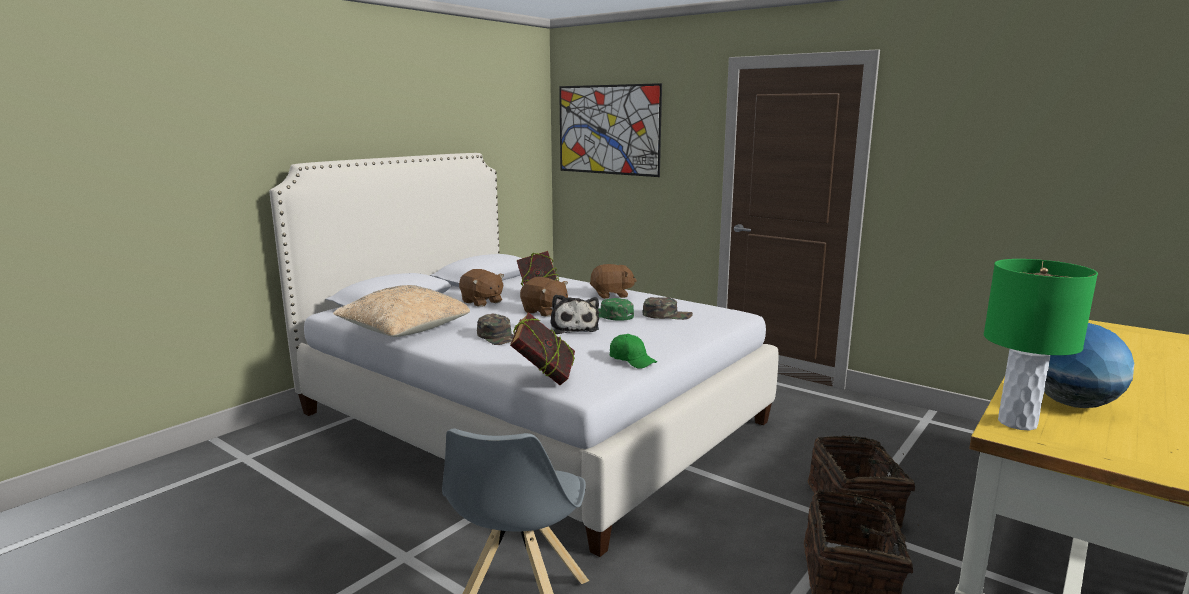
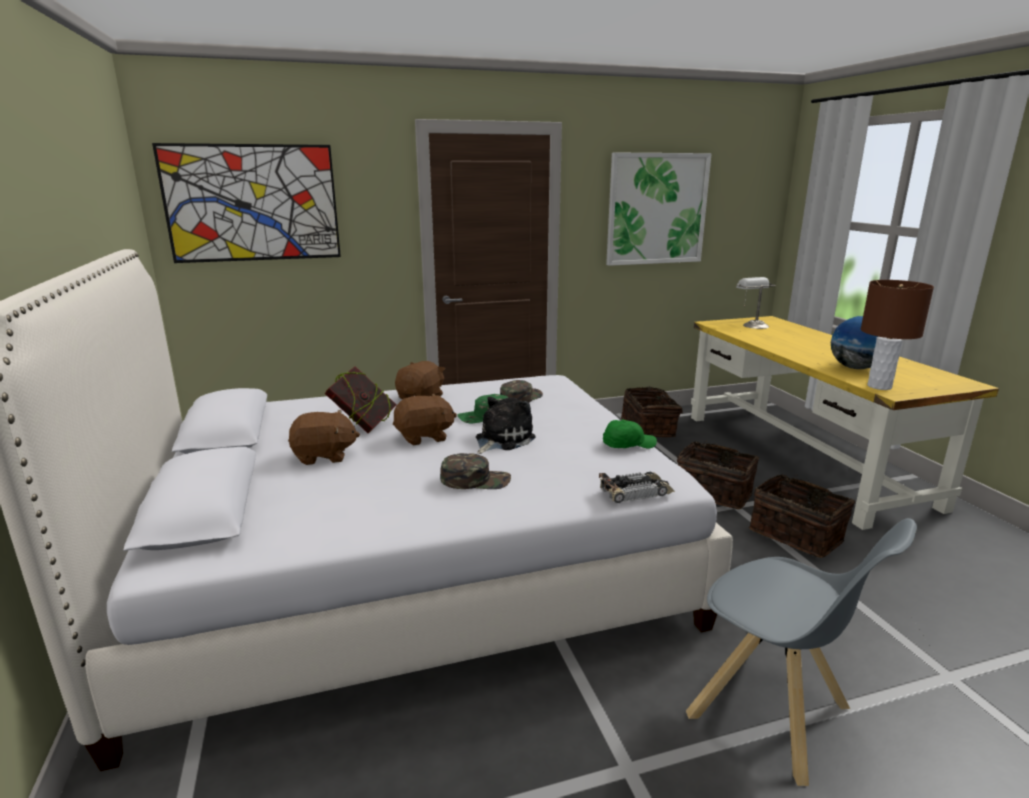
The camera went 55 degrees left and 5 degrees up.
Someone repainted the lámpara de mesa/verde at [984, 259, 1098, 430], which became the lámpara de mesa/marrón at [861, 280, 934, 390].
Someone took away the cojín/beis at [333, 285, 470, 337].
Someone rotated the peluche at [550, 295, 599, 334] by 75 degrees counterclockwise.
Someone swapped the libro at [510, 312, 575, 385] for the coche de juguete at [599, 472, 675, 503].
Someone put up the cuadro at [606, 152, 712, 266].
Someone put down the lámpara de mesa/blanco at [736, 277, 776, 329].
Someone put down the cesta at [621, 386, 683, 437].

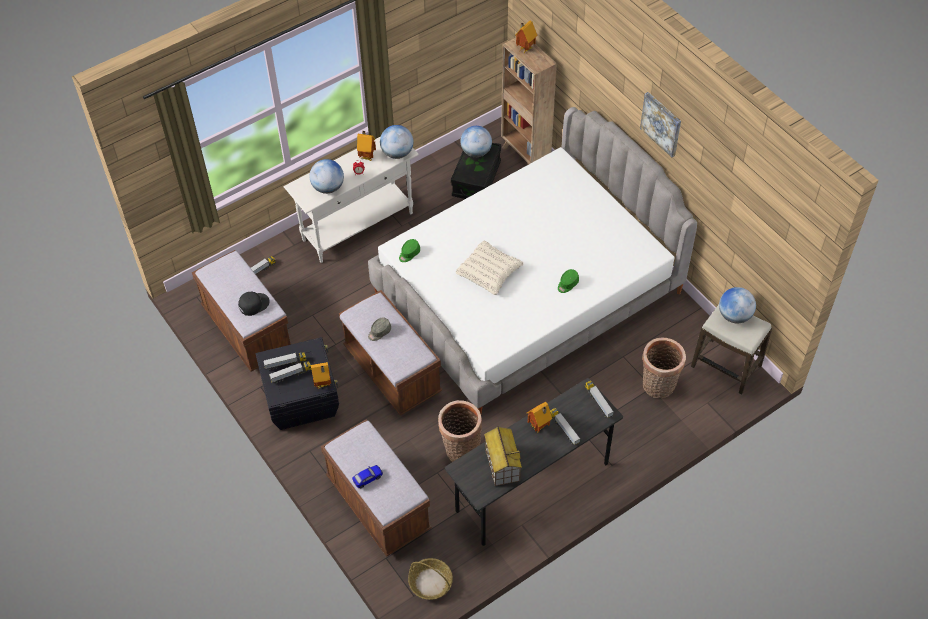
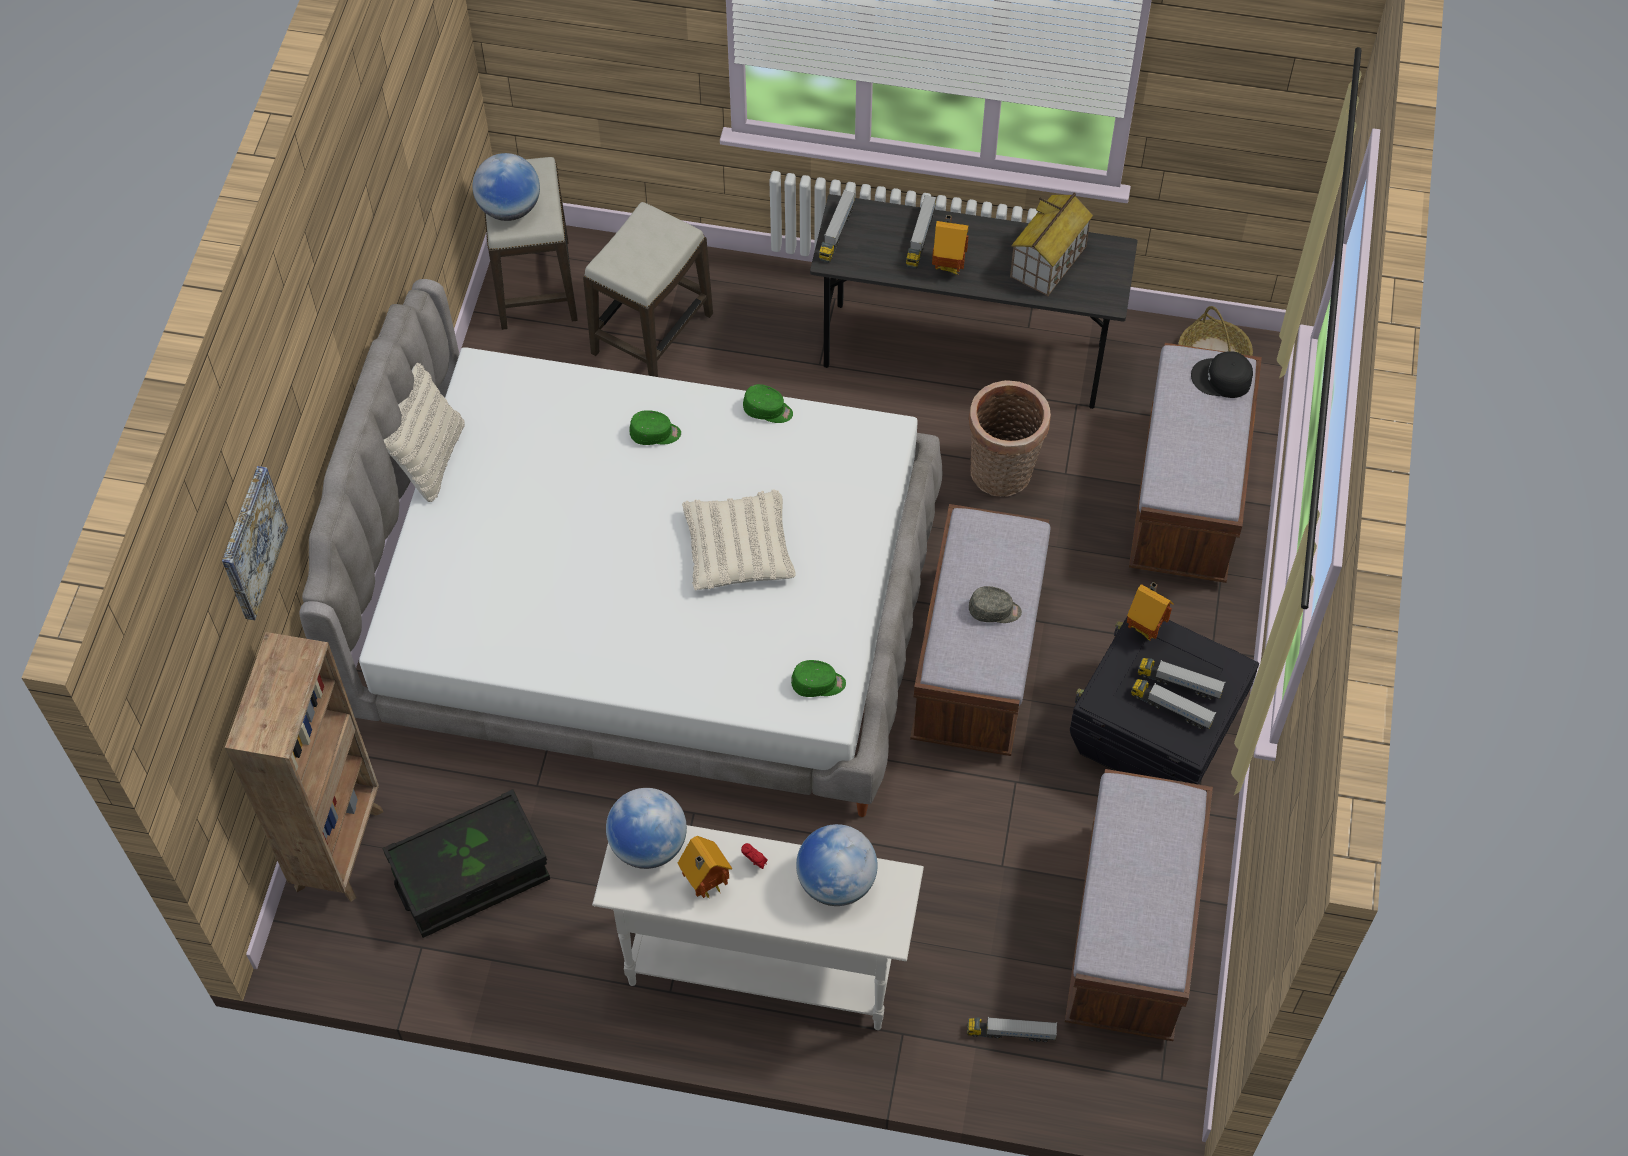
The camera went 135 degrees left and 5 degrees up.
Someone took away the casita at [515, 21, 537, 53].
Someone carried the cuadro from [640, 92, 681, 158] to [222, 466, 288, 620].
Someone took away the globo terráqueo at [460, 126, 492, 157].
Someone carried the gorra/negro from [238, 292, 270, 316] to [1191, 351, 1253, 398].
Someone swapped the cesta at [642, 337, 686, 398] for the taburete at [583, 202, 713, 377].
Someone took away the coche de juguete at [352, 465, 383, 489].
Someone put down the cojín/beis at [384, 363, 465, 502].
Someone put down the gorra/verde at [743, 384, 793, 423].

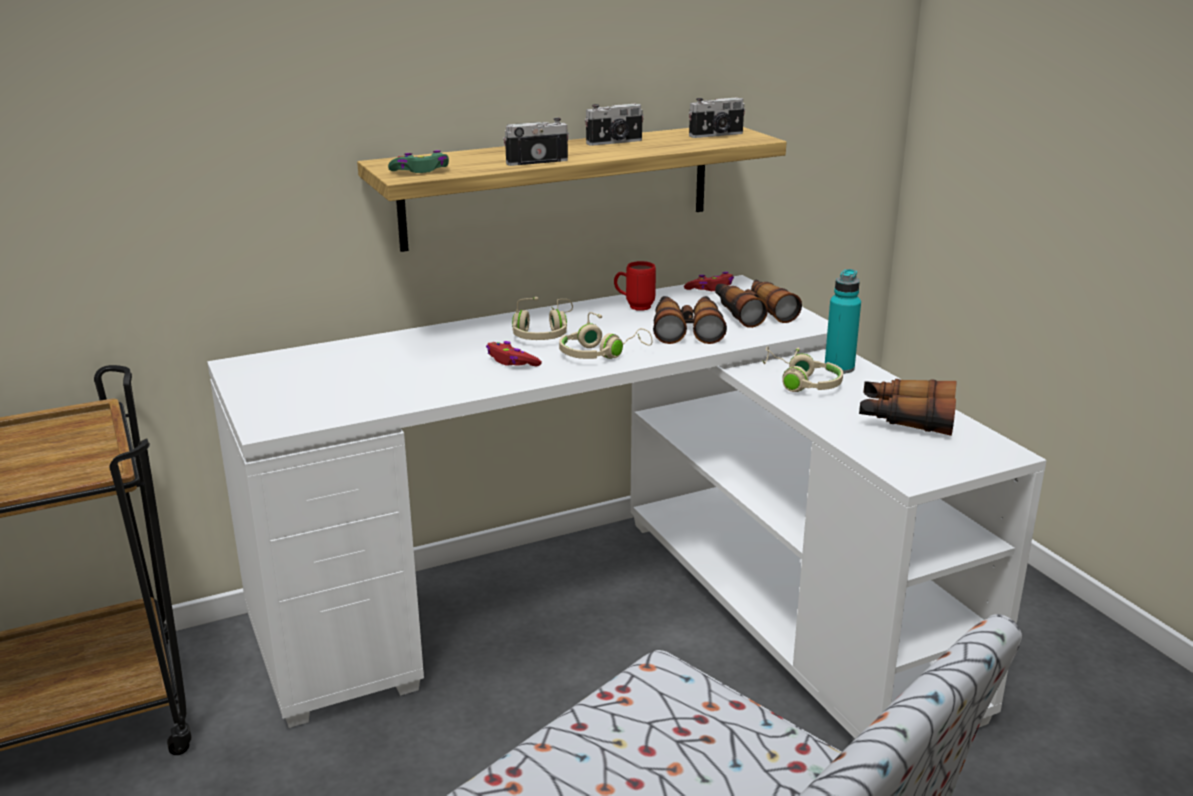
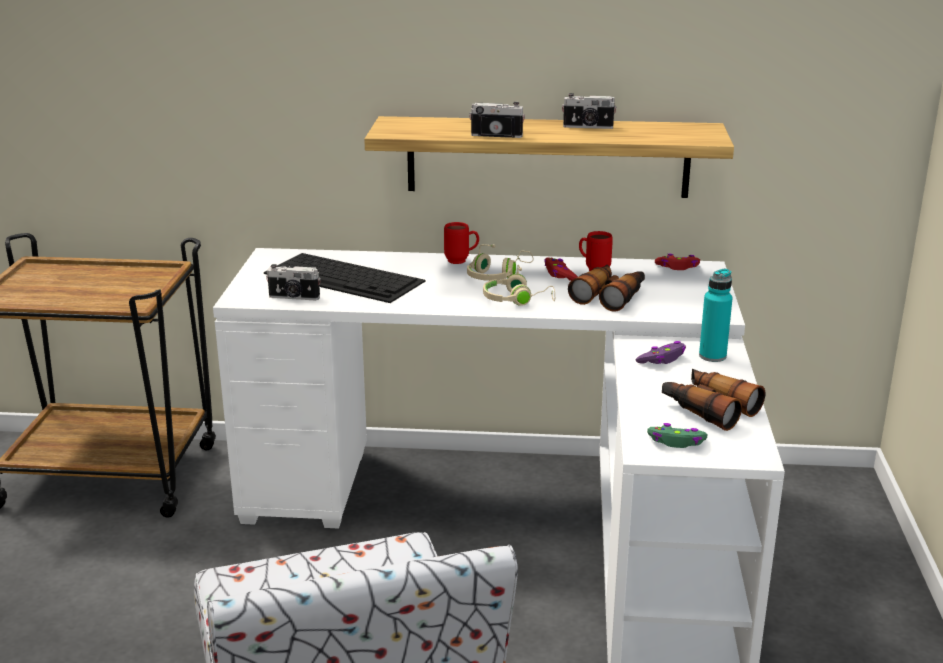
The camera went 30 degrees right and 0 degrees up.
Someone carried the cámara from [689, 97, 745, 138] to [266, 264, 321, 300].
Someone carried the mando de consola/verde from [388, 150, 449, 173] to [647, 423, 708, 448].
Someone took away the prismáticos at [715, 279, 802, 328].
Someone carried the mando de consola/rojo from [486, 341, 542, 366] to [544, 257, 578, 281].
Someone swapped the auriculares/beis at [763, 346, 843, 392] for the mando de consola/morado at [636, 341, 686, 364].
Someone put down the taza grande/rojo at [444, 222, 479, 264].
Someone put down the teclado at [264, 253, 425, 303].

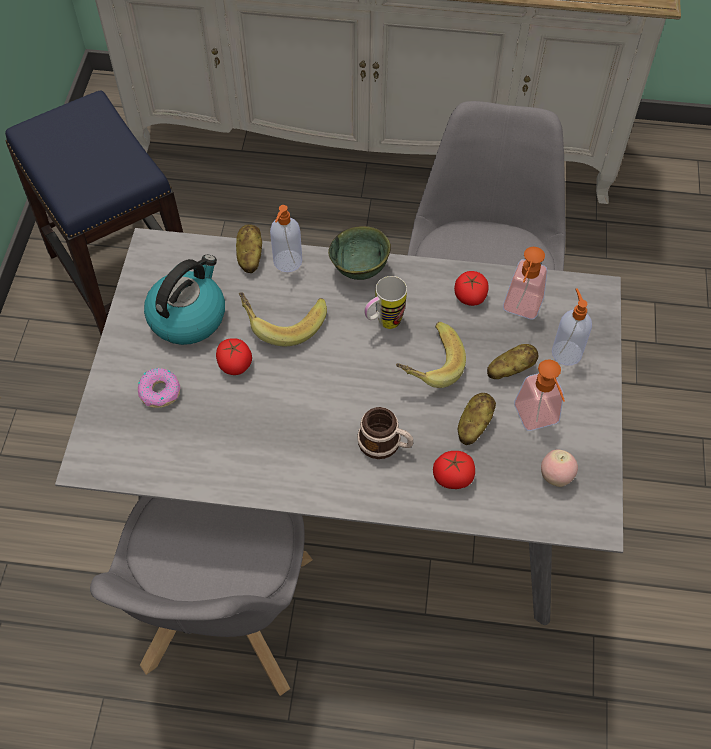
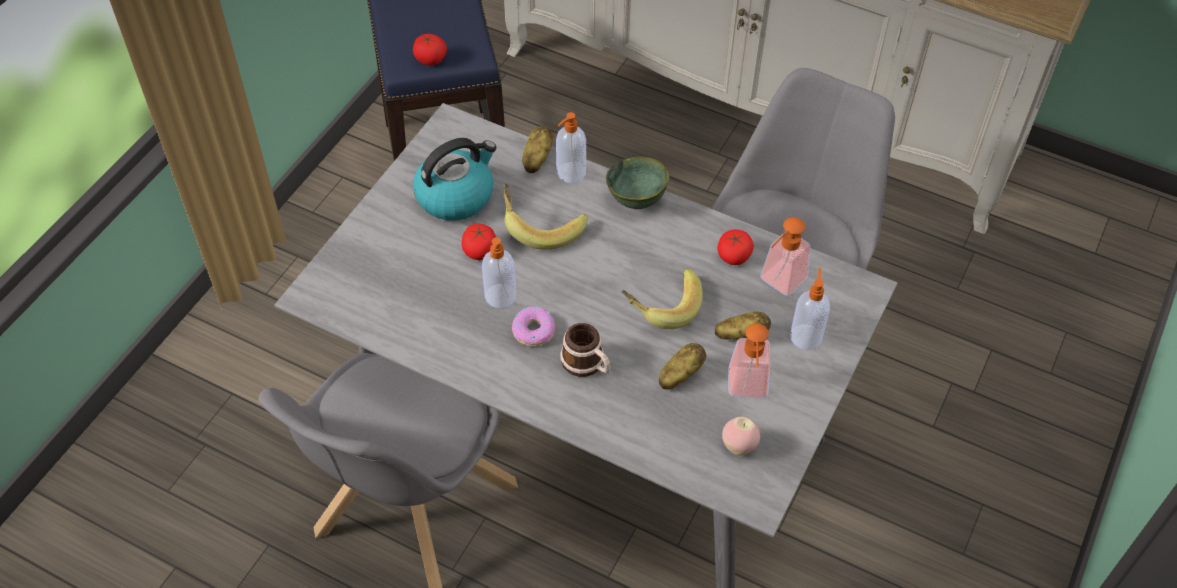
The camera went 20 degrees right and 5 degrees down.
Someone took away the taza grande at [364, 276, 407, 329].
Someone carried the rosquilla from [138, 368, 180, 408] to [512, 306, 555, 346].
Someone carried the tomate from [433, 451, 475, 489] to [413, 34, 447, 65].
Someone put down the dispensador de jabón at [482, 237, 516, 308].

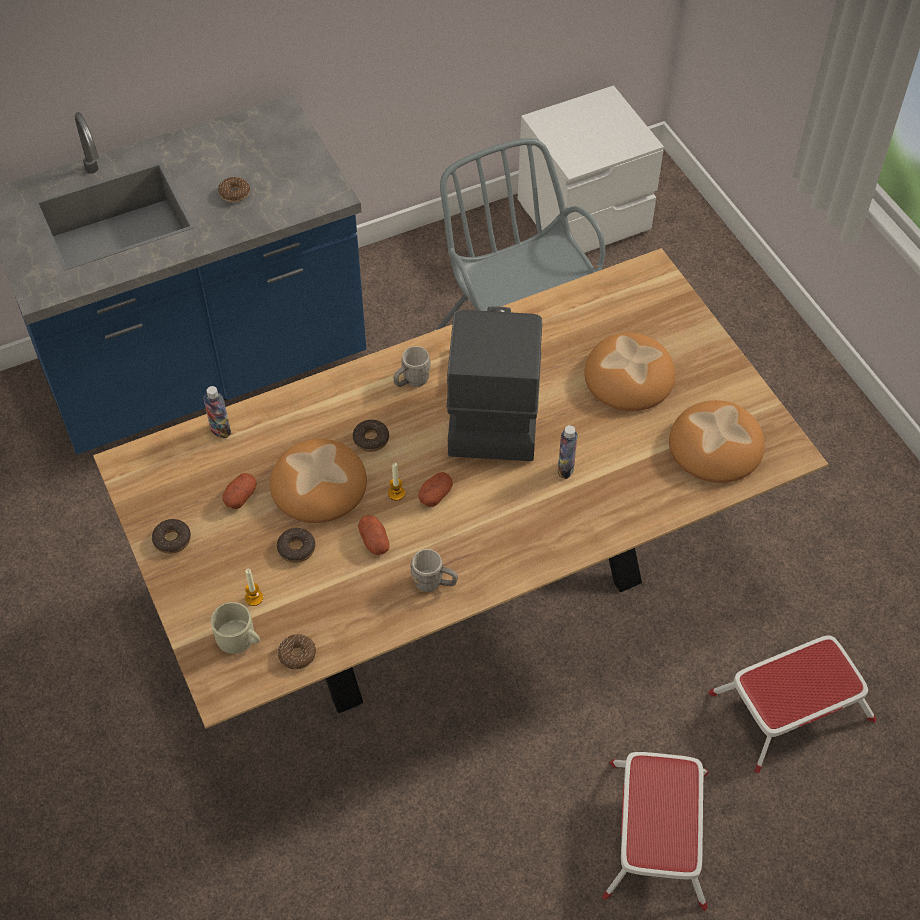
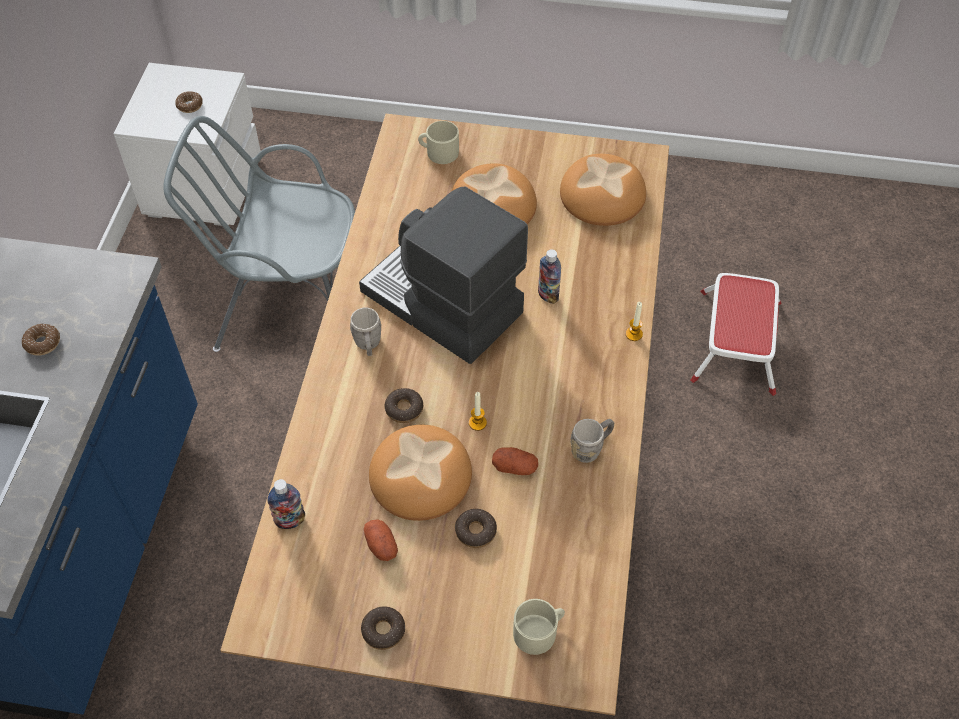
The camera went 55 degrees left and 0 degrees up.
Someone took away the patata at [418, 472, 453, 507].
Someone carried the vela from [245, 568, 263, 606] to [625, 302, 643, 341].
Someone carried the rosquilla from [278, 634, 316, 670] to [175, 91, 203, 113].
Someone took away the escalera de tijera/rojo at [602, 752, 709, 911].
Someone put down the taza grande/beis at [418, 121, 459, 164].

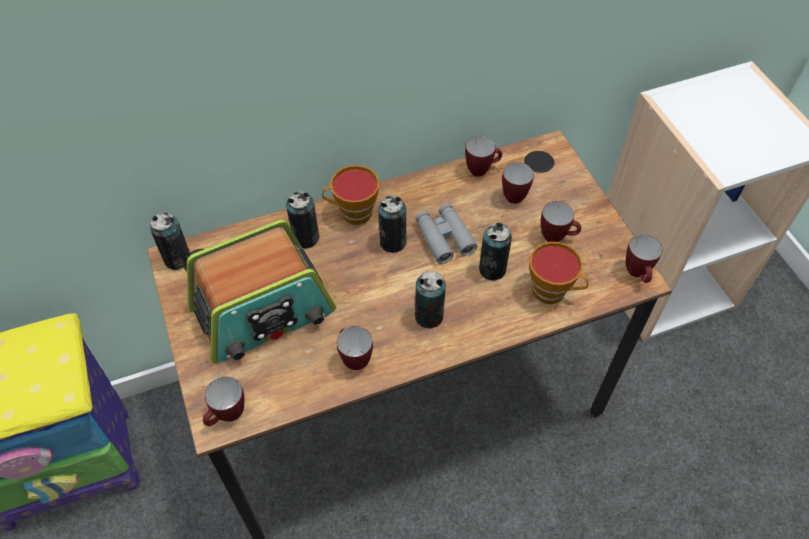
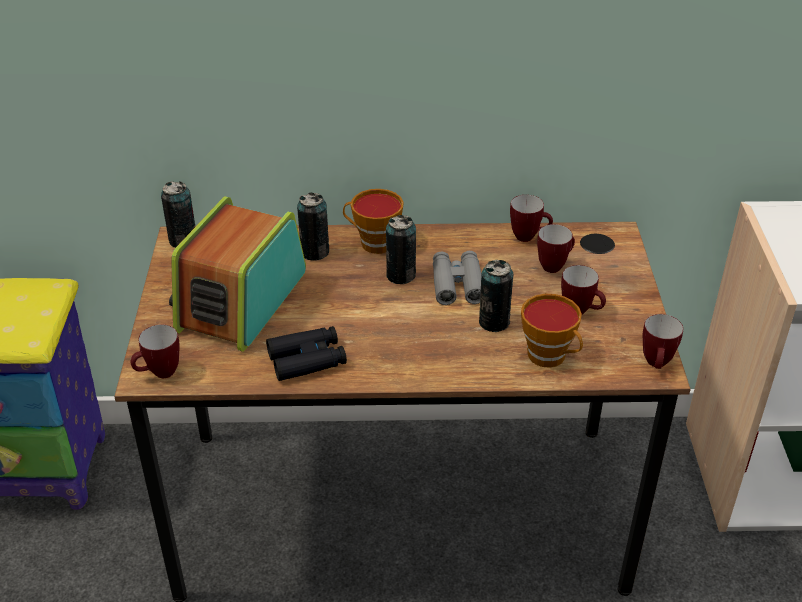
The camera went 20 degrees right and 15 degrees down.
Someone rotated the radio at [187, 220, 336, 364] by 120 degrees clockwise.
Someone took away the lata at [415, 271, 446, 328].
Someone swapped the taza grande at [337, 326, 373, 370] for the prismáticos/negro at [266, 326, 347, 381].

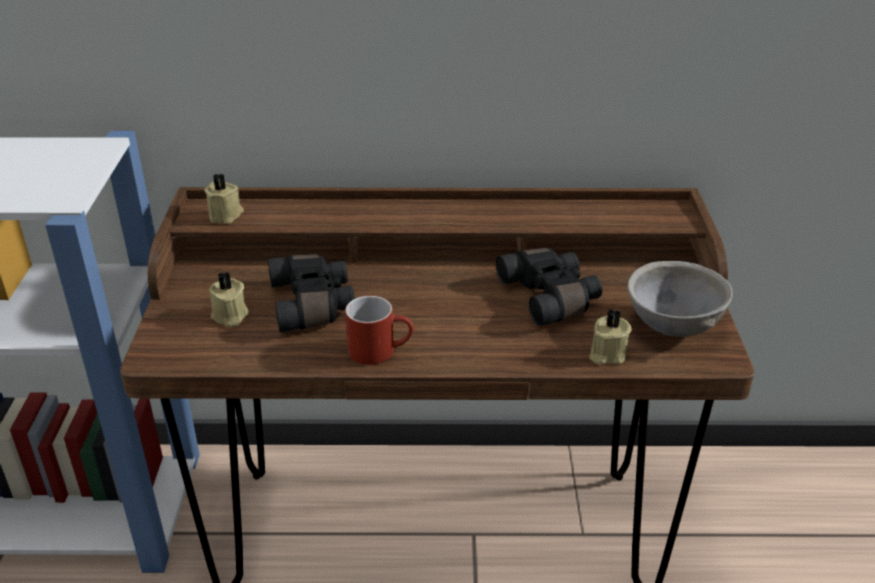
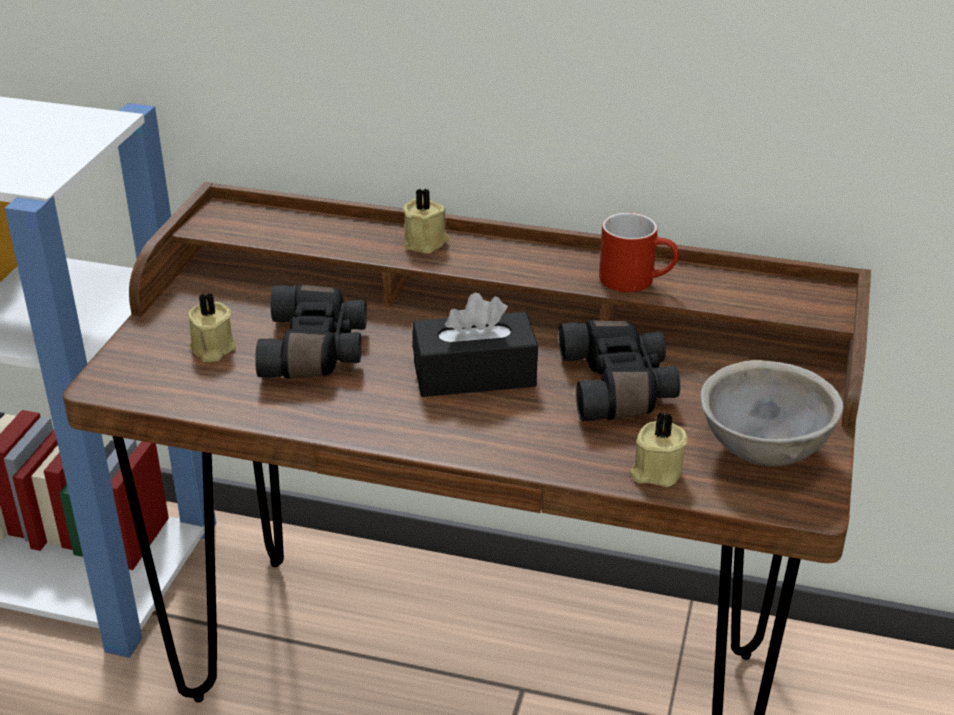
The camera went 15 degrees right and 0 degrees up.
Someone carried the vela/beis from [204, 173, 244, 223] to [403, 188, 449, 253].
Someone carried the taza grande/rojo from [345, 296, 414, 365] to [599, 213, 679, 292].
Someone put down the caja de pañuelos/negro at [412, 292, 538, 397].

